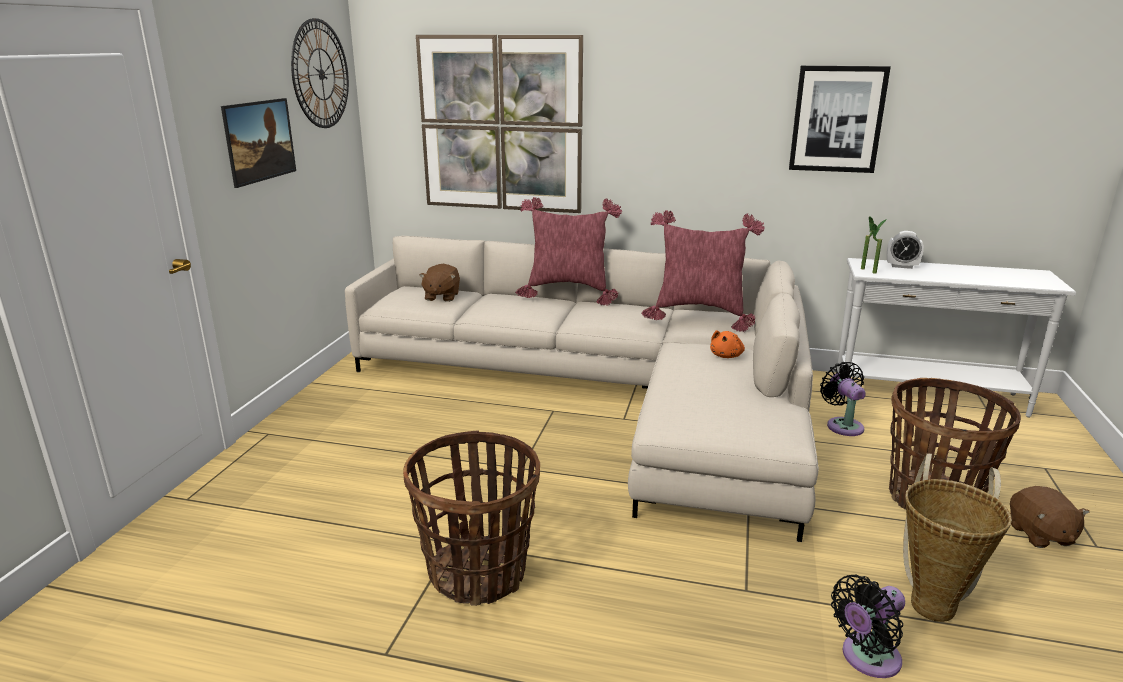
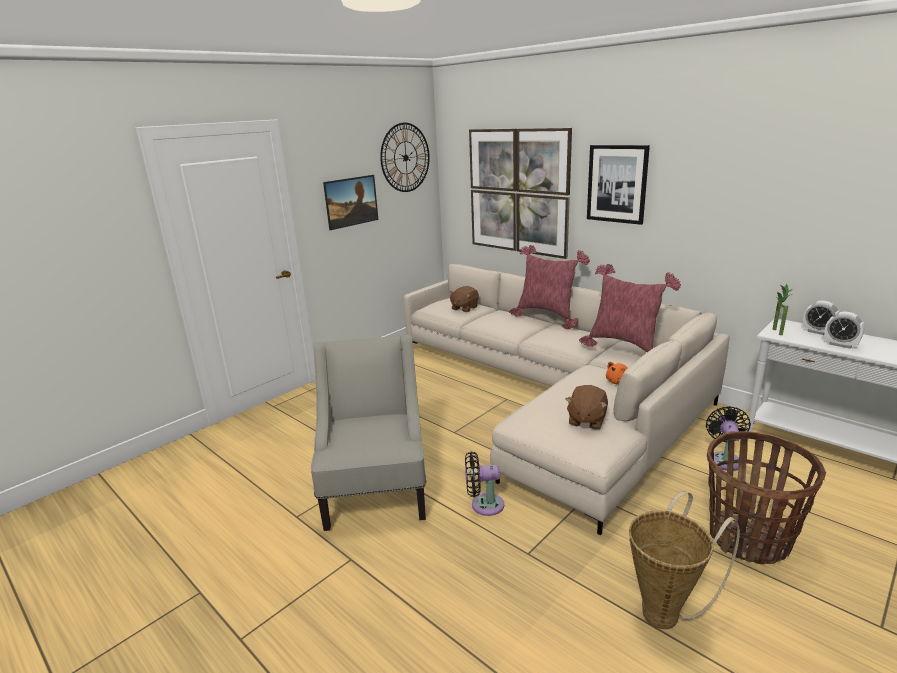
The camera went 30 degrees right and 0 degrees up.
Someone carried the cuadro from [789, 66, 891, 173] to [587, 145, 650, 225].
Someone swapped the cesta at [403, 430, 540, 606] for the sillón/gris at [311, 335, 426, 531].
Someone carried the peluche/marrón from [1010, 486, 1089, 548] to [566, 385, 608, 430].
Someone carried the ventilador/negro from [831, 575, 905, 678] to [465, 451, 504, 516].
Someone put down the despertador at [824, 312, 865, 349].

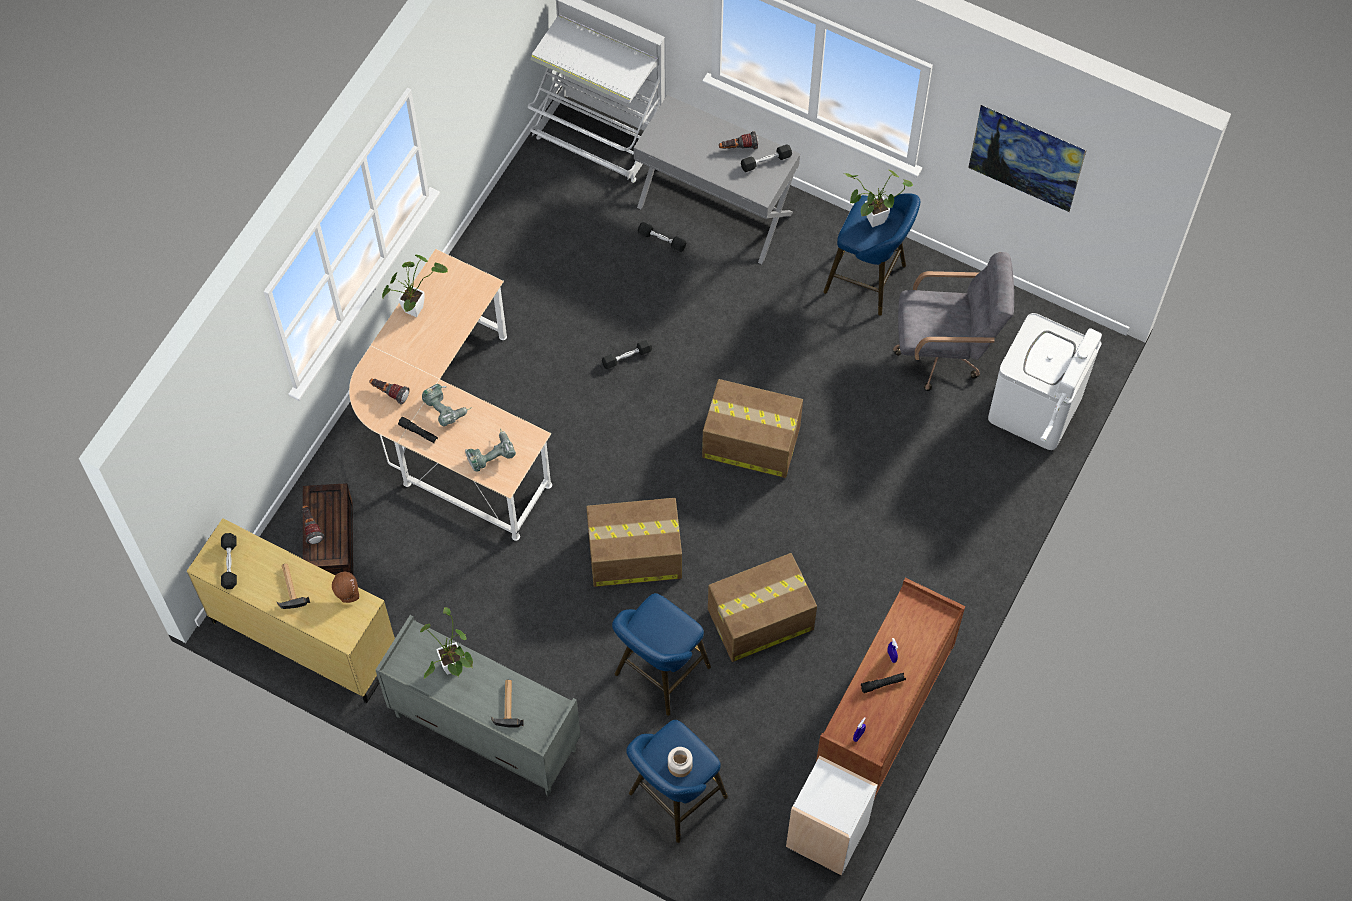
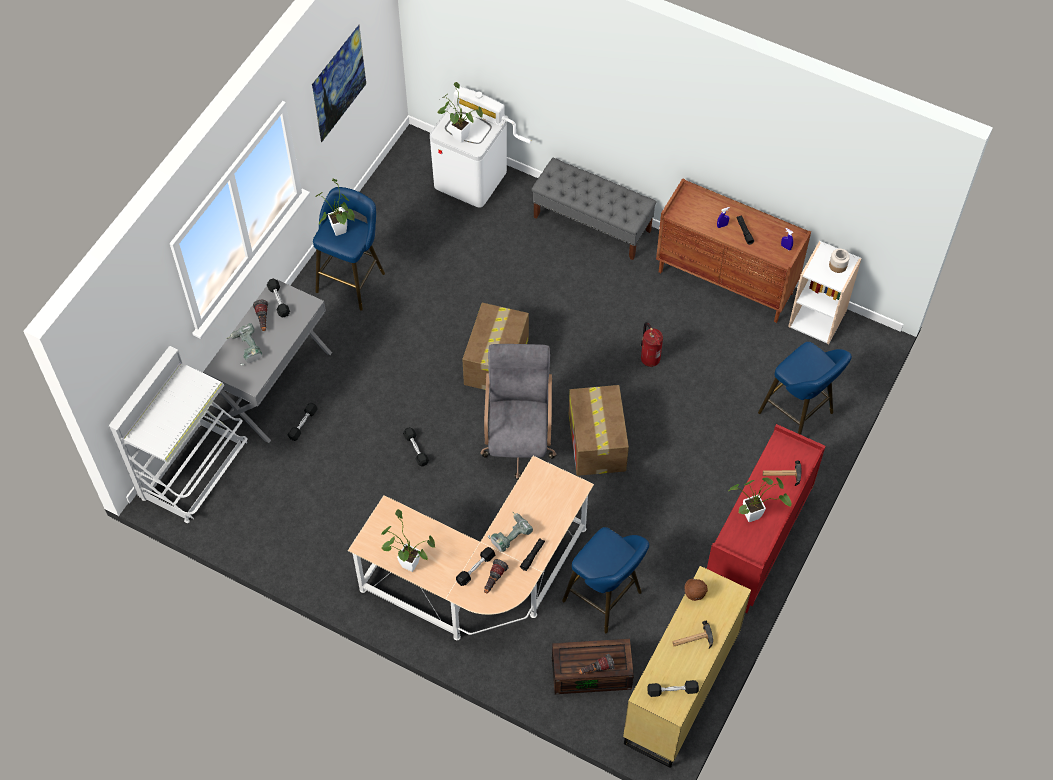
The camera went 90 degrees left and 5 degrees down.
Someone carried the silla de oficina/gris from [893, 252, 1014, 391] to [480, 344, 557, 480].
Someone carried the taladro from [465, 429, 516, 472] to [226, 323, 262, 366].
Someone swapped the caja de cartón at [708, 553, 817, 662] for the extintor at [641, 322, 663, 367].
Someone carried the taburete/azul from [612, 593, 711, 716] to [562, 527, 649, 633].
Someone repainted the armario/gris at [376, 615, 581, 796], which became the armario/rojo at [707, 424, 826, 613].
Someone carried the tarro from [668, 747, 693, 777] to [829, 249, 850, 273].
Someone put down the planta en maceta at [438, 82, 483, 143].
Someone put down the banco/gris at [531, 158, 657, 260].
Someone put down the mancuerna/negro at [456, 547, 495, 586].

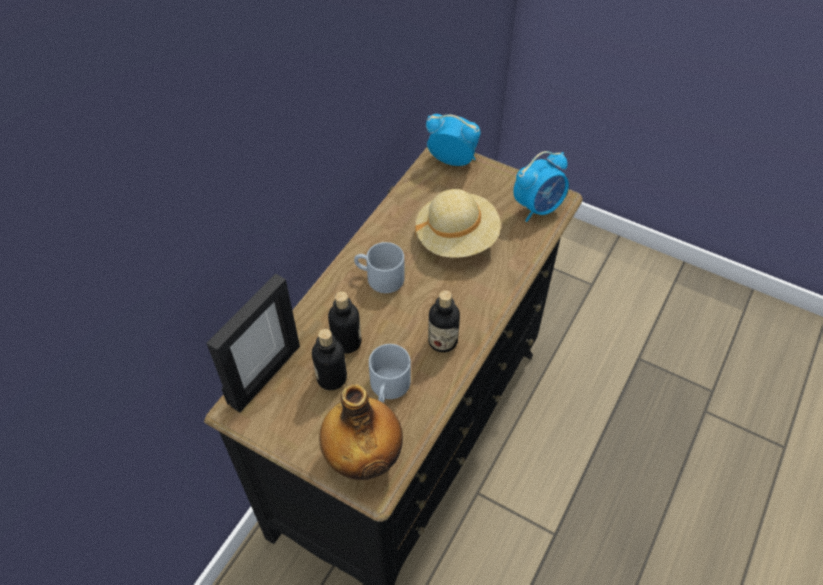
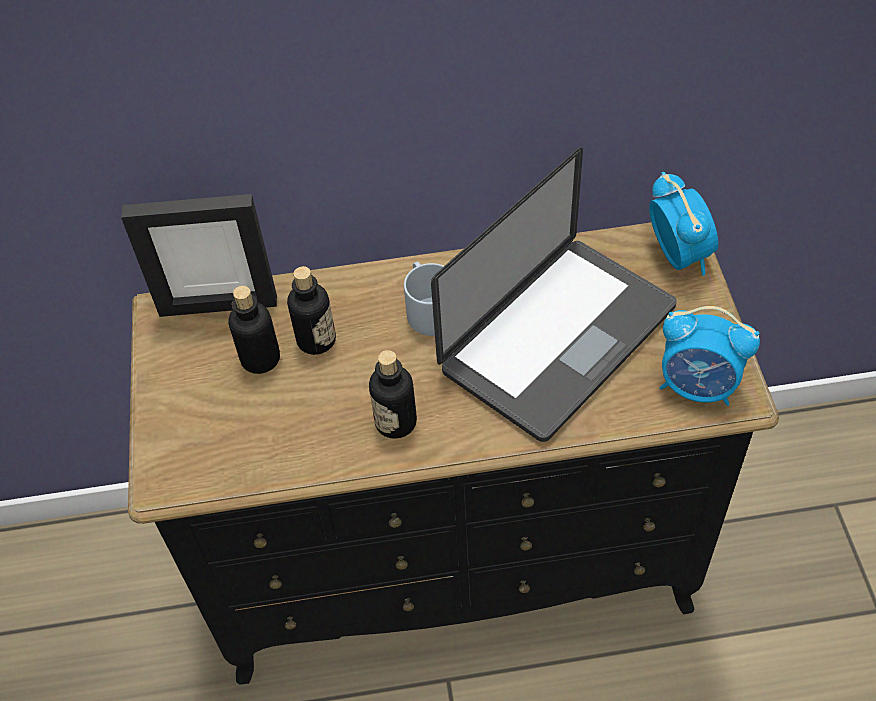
The camera went 55 degrees right and 0 degrees up.
Someone swapped the sombrero/beis at [415, 189, 501, 258] for the portátil at [431, 148, 677, 442].
Someone took away the taza grande/gris at [369, 344, 411, 403].
Someone took away the botella at [319, 384, 403, 480].

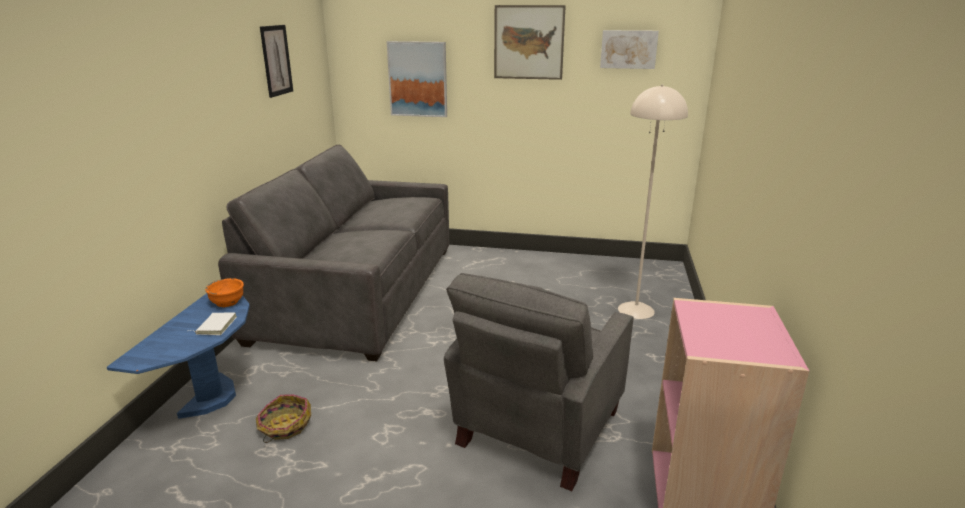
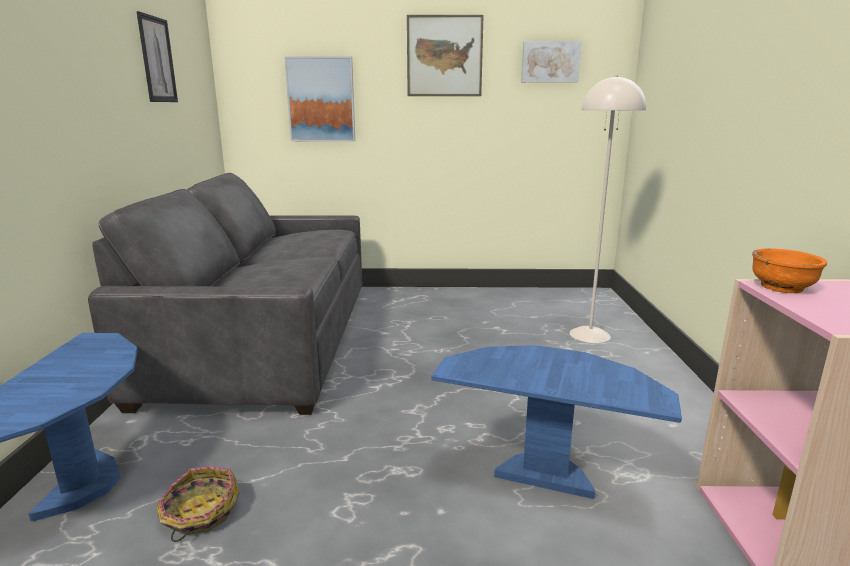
The camera went 10 degrees left and 5 degrees down.
Someone swapped the sillón/gris at [444, 273, 634, 491] for the mesa auxiliar/azul at [432, 345, 682, 499].
Someone carried the cuenco/naranja from [205, 278, 244, 307] to [752, 248, 827, 293].
Someone took away the libro/blanco at [188, 313, 237, 335].

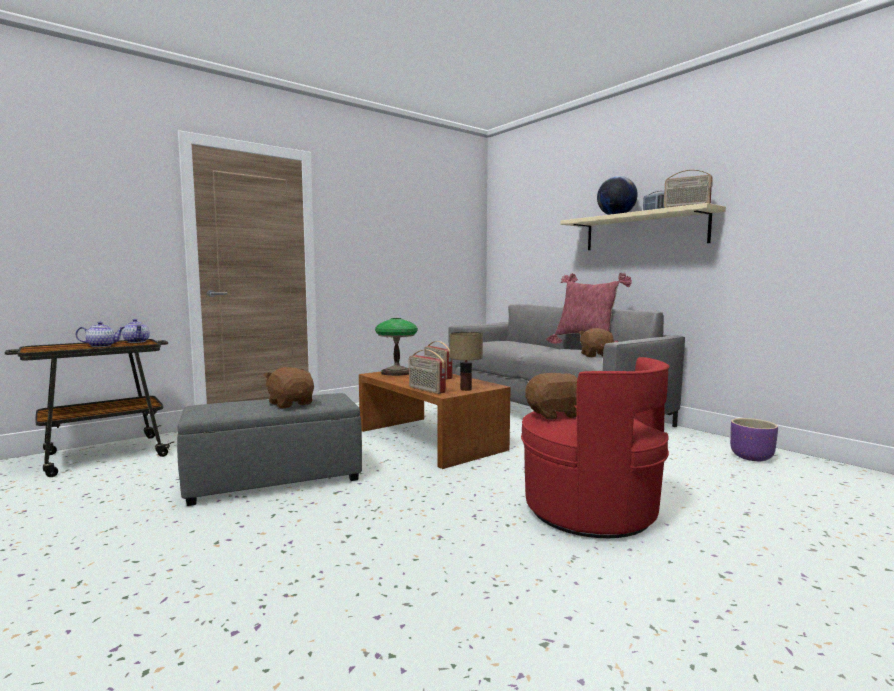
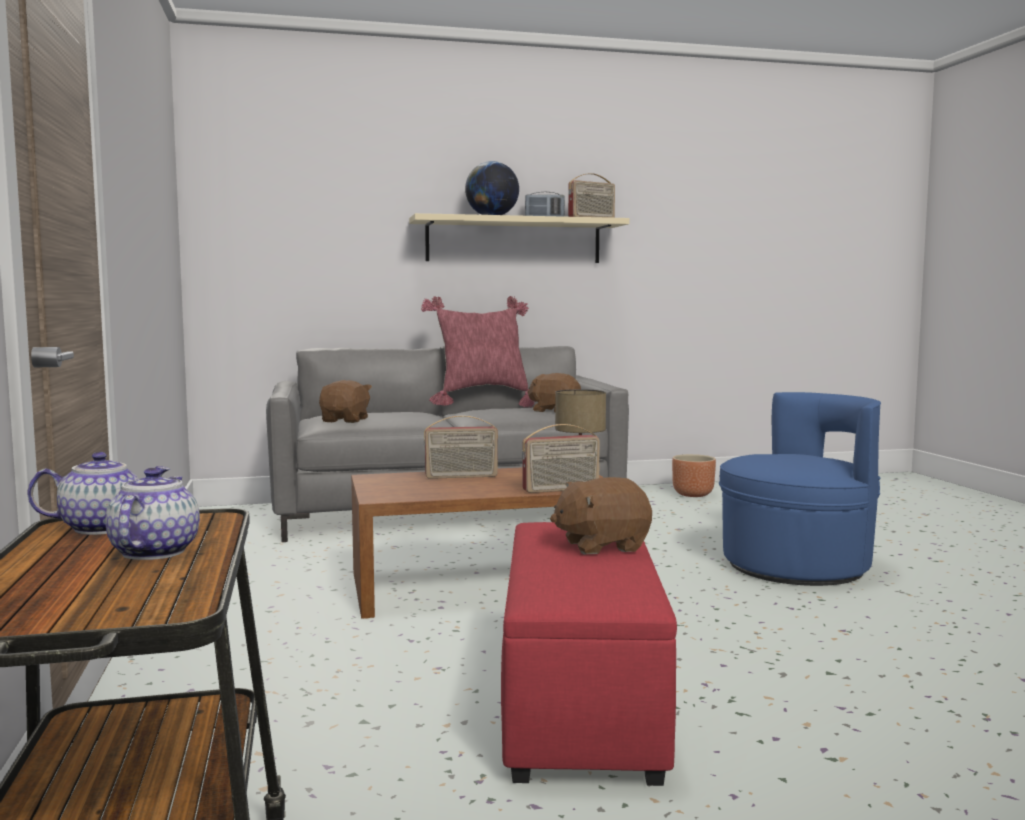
The camera went 65 degrees left and 0 degrees up.
Someone took away the lámpara de mesa at [375, 318, 418, 376].
Someone repainted the sillón/rojo at [521, 357, 669, 538], which became the sillón/azul at [719, 392, 881, 586].
Someone carried the peluche/marrón from [525, 373, 578, 420] to [319, 380, 372, 423].
Someone repainted the puf/gris at [177, 393, 362, 506], which became the puf/rojo at [501, 522, 677, 786].
Someone repainted the maceta/morado at [730, 418, 778, 461], which became the maceta/marrón at [672, 454, 716, 497].

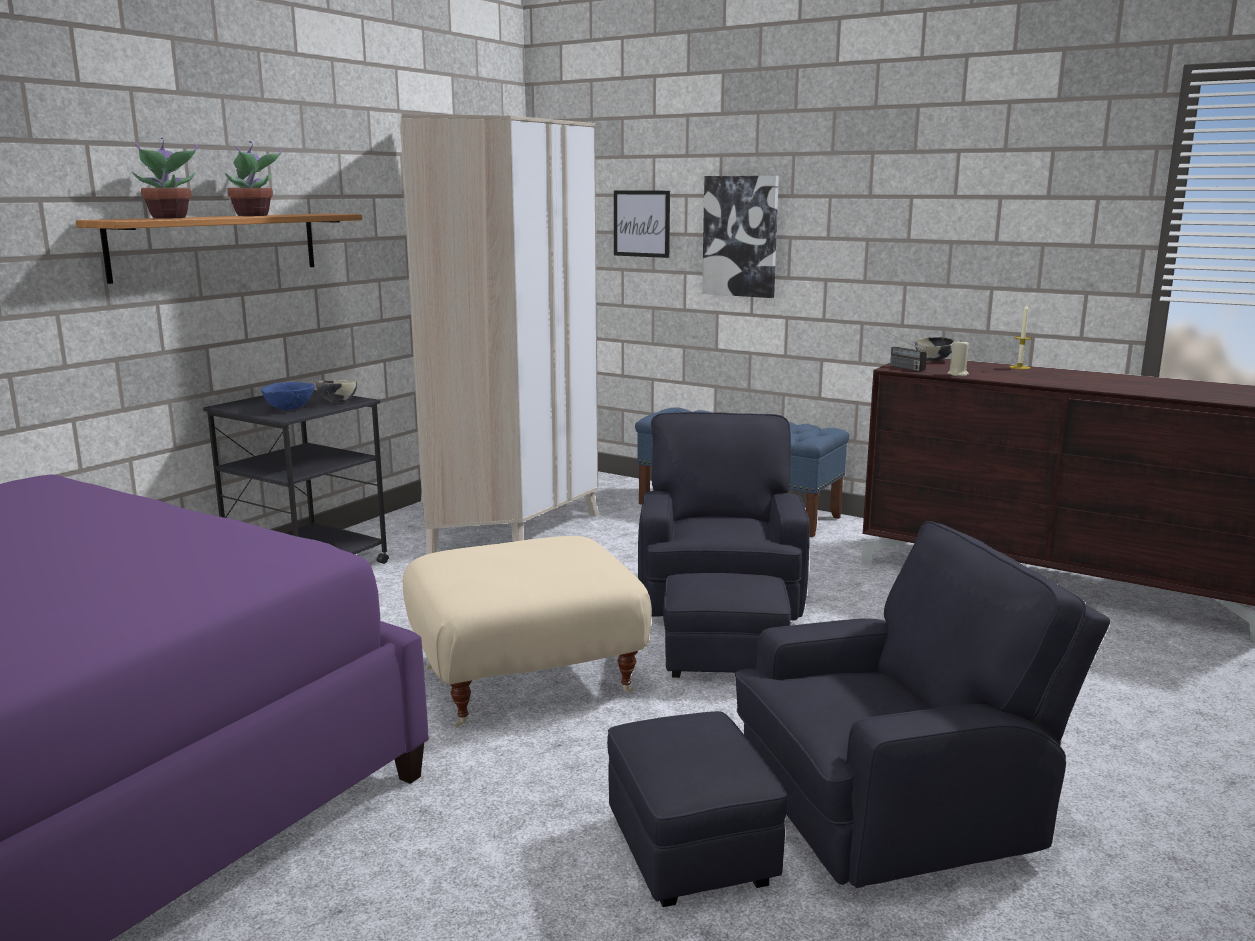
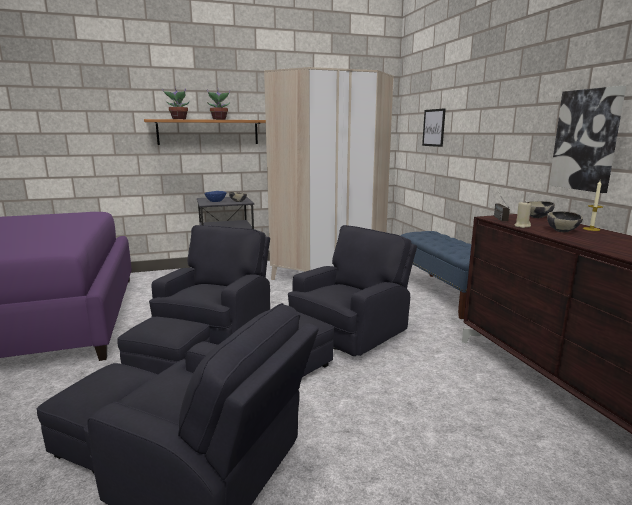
The camera went 40 degrees right and 0 degrees up.
Someone carried the cuadro from [702, 176, 779, 298] to [549, 86, 626, 193].
Someone swapped the puf/beis at [403, 536, 652, 728] for the sillón/negro at [117, 225, 270, 374].
Someone put down the cuenco at [547, 211, 583, 232].

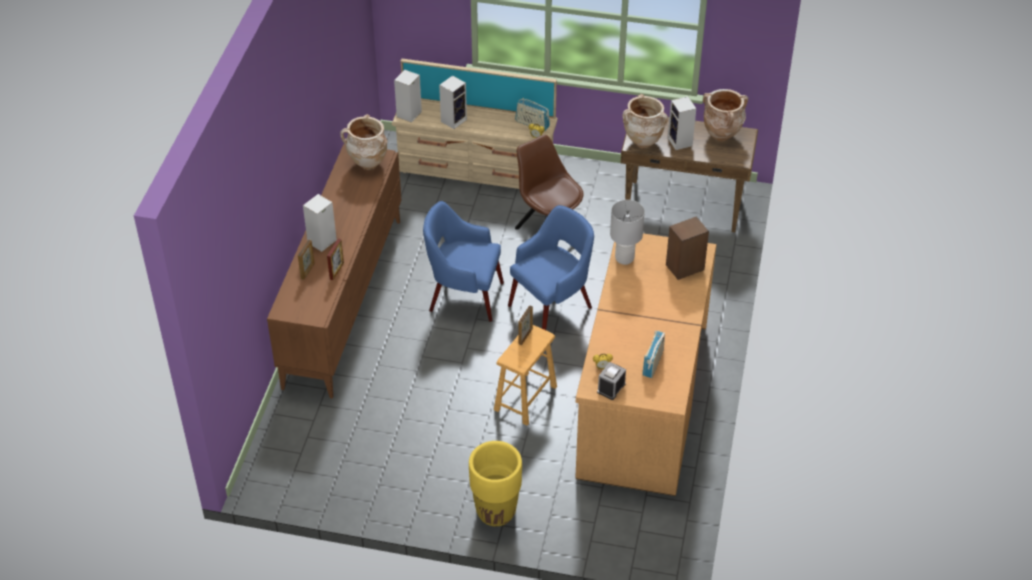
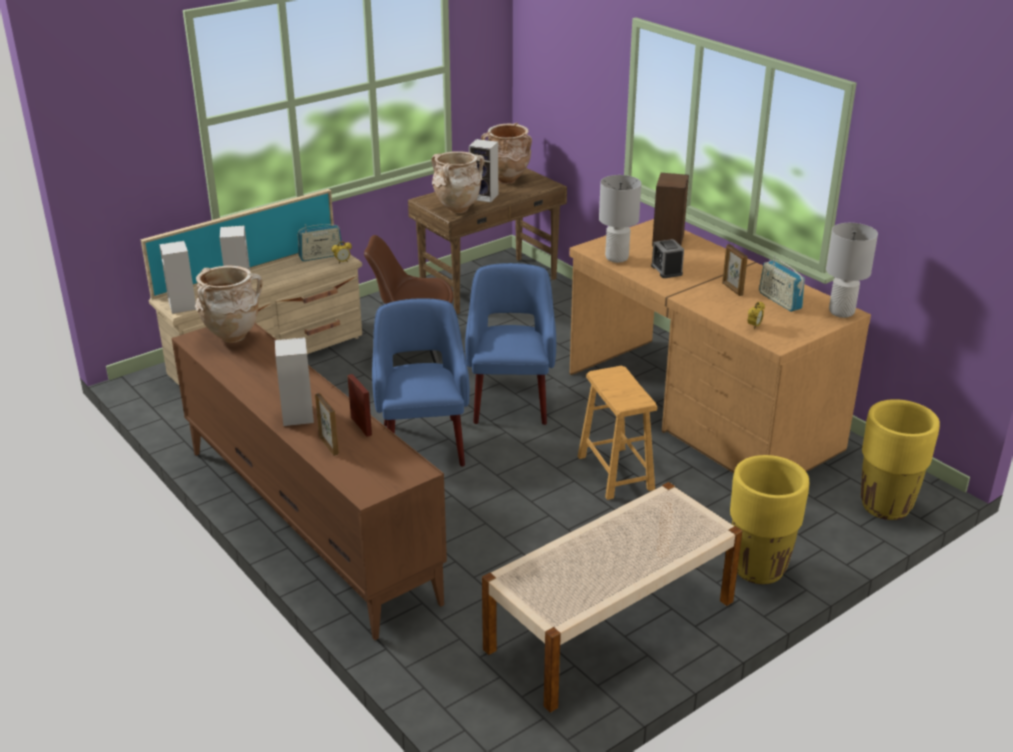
The camera went 50 degrees left and 15 degrees down.
Someone rotated the sillón/azul at [423, 201, 504, 322] by 120 degrees clockwise.
Someone carried the portarretratos from [518, 306, 533, 345] to [722, 244, 748, 296].
Someone carried the despertador from [597, 362, 626, 400] to [651, 239, 684, 278].
Someone put down the lámpara de mesa/gris at [826, 223, 878, 318].
Someone put down the maceta/amarillo at [861, 399, 940, 520].
Someone put down the banco/beis at [482, 482, 742, 713].

